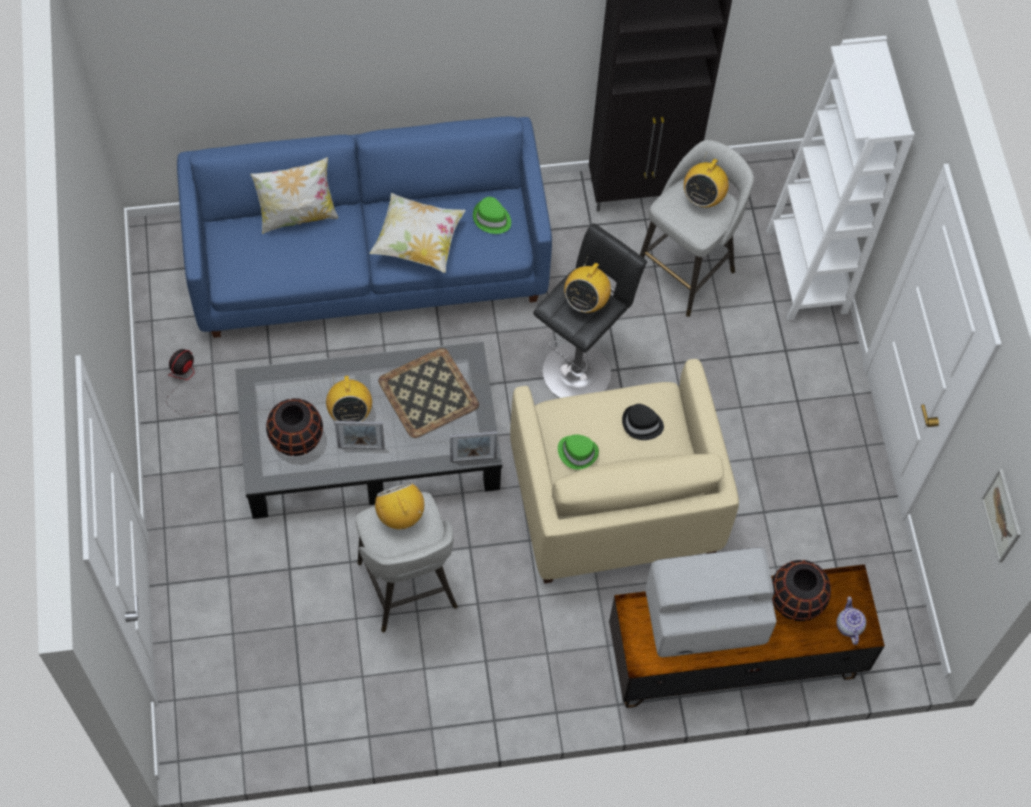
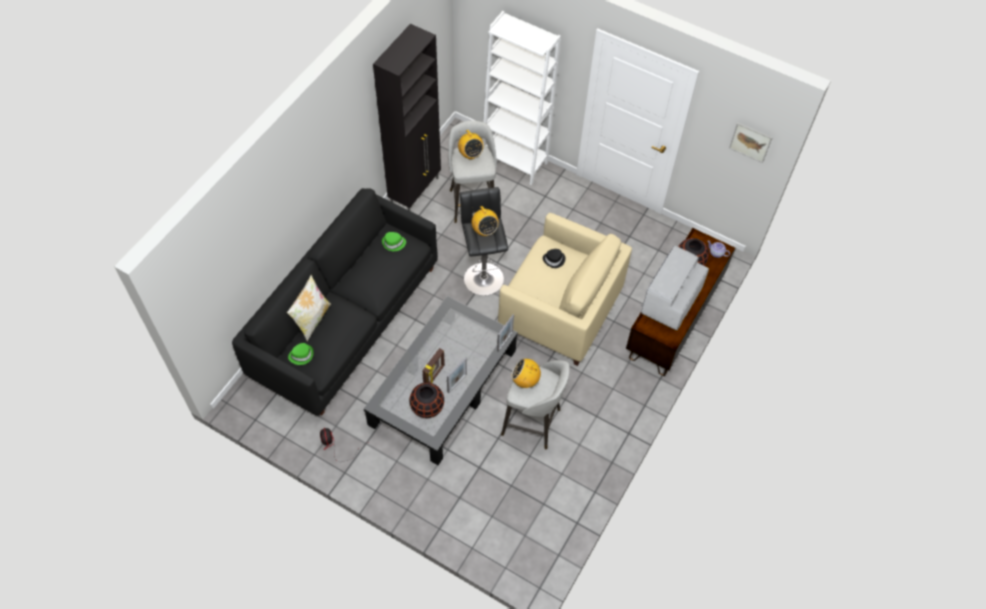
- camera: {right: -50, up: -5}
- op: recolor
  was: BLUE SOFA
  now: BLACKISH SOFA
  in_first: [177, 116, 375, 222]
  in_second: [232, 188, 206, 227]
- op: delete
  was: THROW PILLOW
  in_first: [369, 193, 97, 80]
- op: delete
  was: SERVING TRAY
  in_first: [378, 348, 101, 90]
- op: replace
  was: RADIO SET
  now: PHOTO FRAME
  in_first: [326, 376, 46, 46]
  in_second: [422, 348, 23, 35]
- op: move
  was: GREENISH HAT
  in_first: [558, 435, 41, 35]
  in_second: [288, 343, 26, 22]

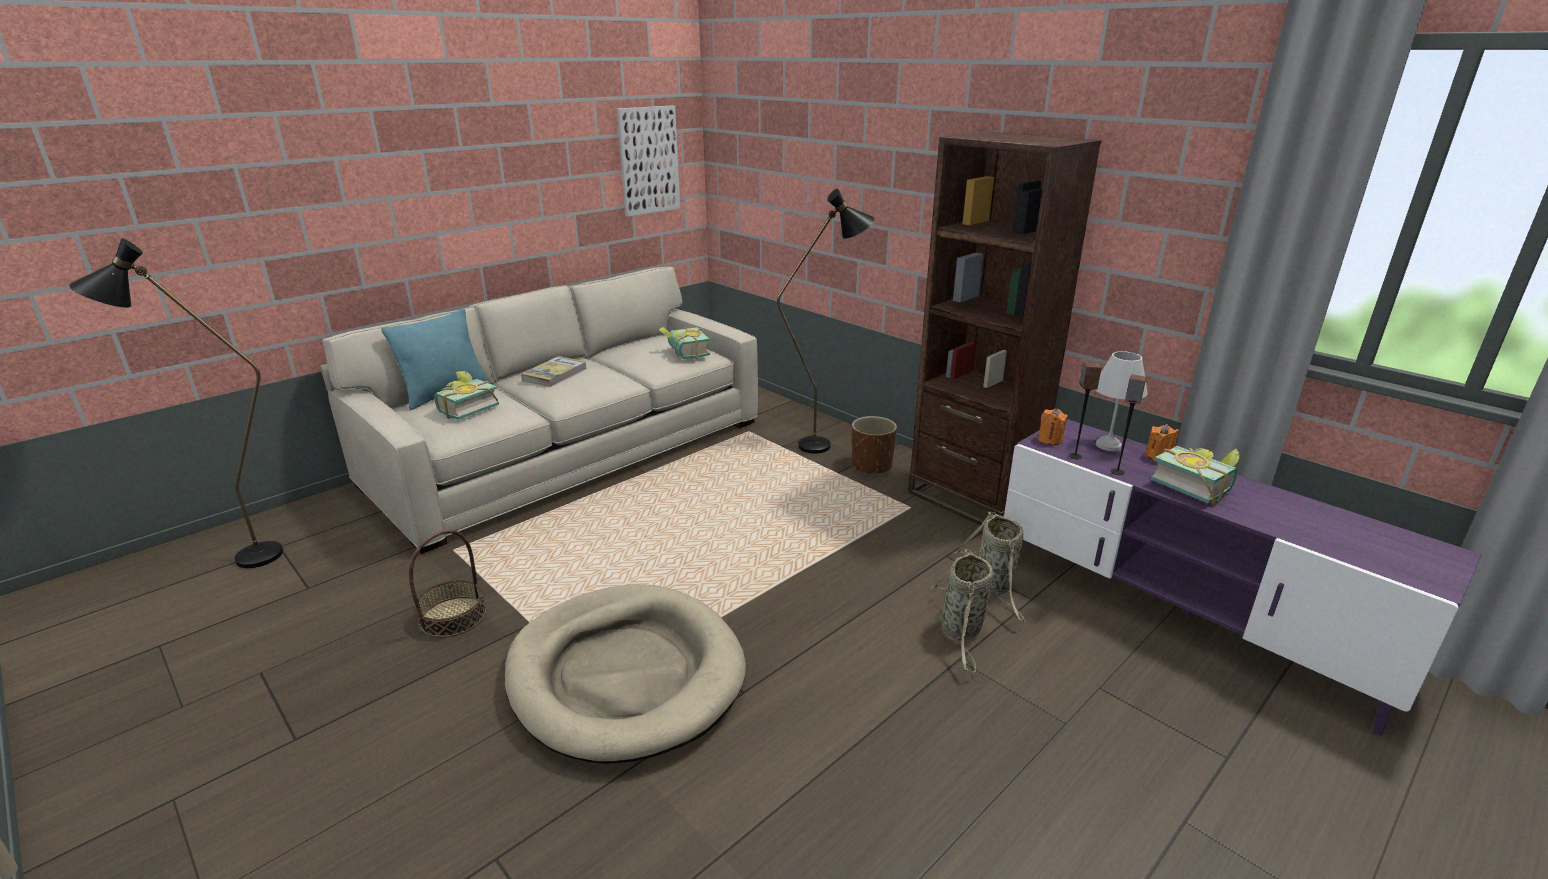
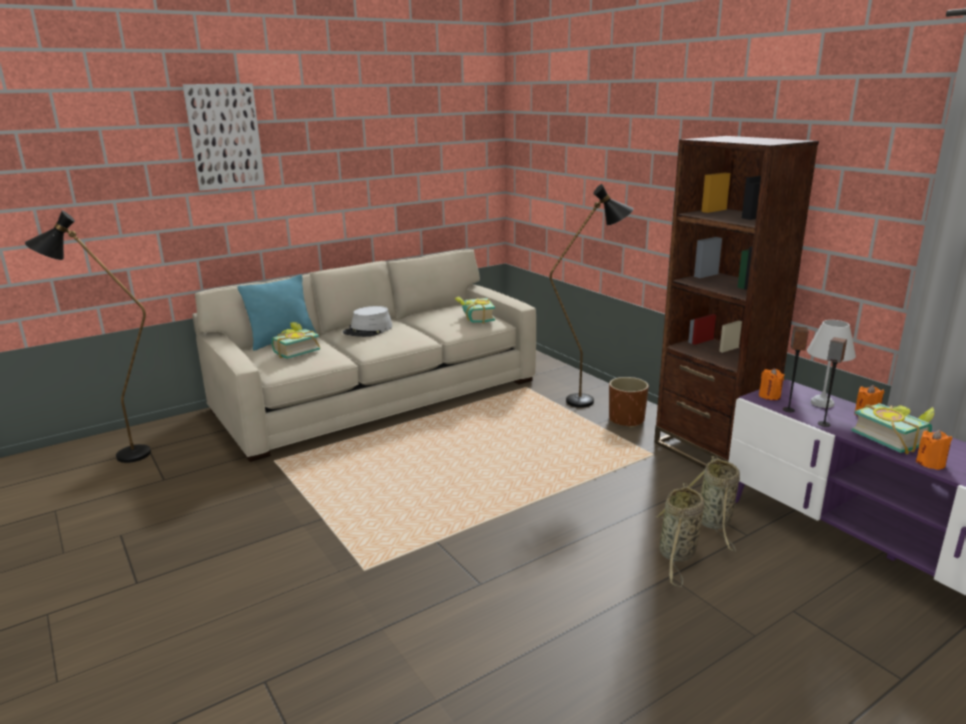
- camera: {right: 10, up: -5}
- op: move
  was: WALL ART
  in_first: [617, 105, 63, 112]
  in_second: [182, 83, 83, 108]
- op: replace
  was: VOLUME
  now: GREYISH HAT
  in_first: [521, 356, 66, 31]
  in_second: [343, 306, 50, 31]
- op: delete
  was: HOUSEHOLD BASKET
  in_first: [409, 530, 77, 108]
- op: delete
  was: SAND-COLOURED DOG BED
  in_first: [505, 584, 241, 180]
- op: insert
  now: ORANGE WAX LIGHT
  in_second: [916, 430, 36, 40]

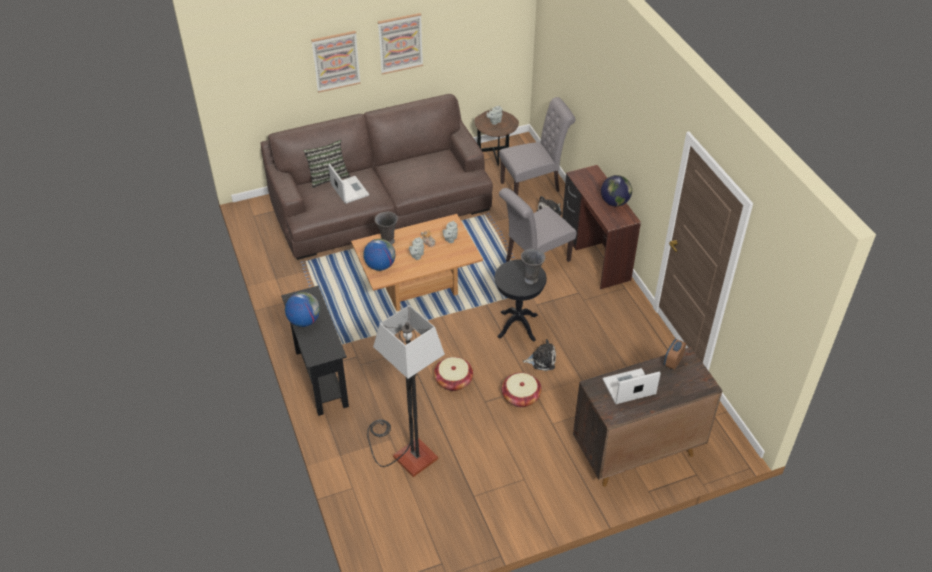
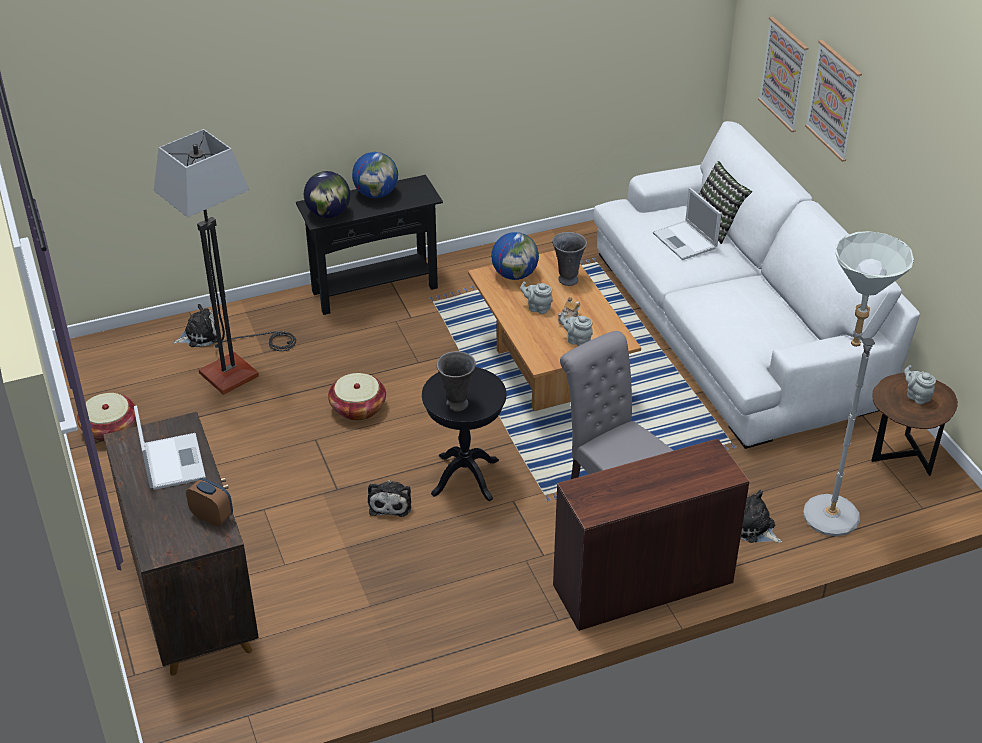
- camera: {right: 90, up: -5}
- op: move
  was: WALL ART
  in_first: [378, 13, 45, 62]
  in_second: [758, 17, 50, 115]
- op: recolor
  was: BROWNISH SOFA
  now: WHITISH SOFA
  in_first: [261, 94, 232, 166]
  in_second: [593, 121, 327, 328]
- op: replace
  was: GREYISH CHAIR
  now: GREYISH STANDING LAMP
  in_first: [499, 97, 77, 98]
  in_second: [803, 231, 111, 305]
- op: rotate
  was: LAPTOP
  in_first: [328, 164, 41, 40]
  in_second: [653, 188, 68, 72]
  clockwise: 90
- op: move
  was: GLOBE
  in_first: [601, 175, 31, 31]
  in_second: [304, 171, 46, 47]
- op: move
  was: HOUSEHOLD BASKET
  in_first: [502, 373, 40, 34]
  in_second: [77, 393, 59, 49]
- op: insert
  now: CUDDLY TOY
  in_second: [173, 304, 44, 43]

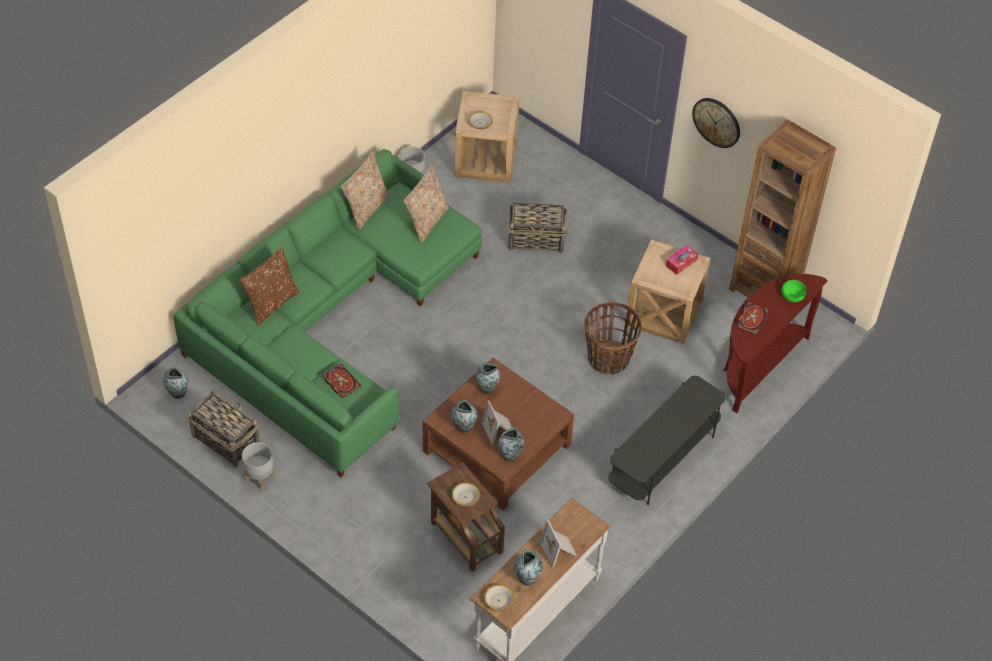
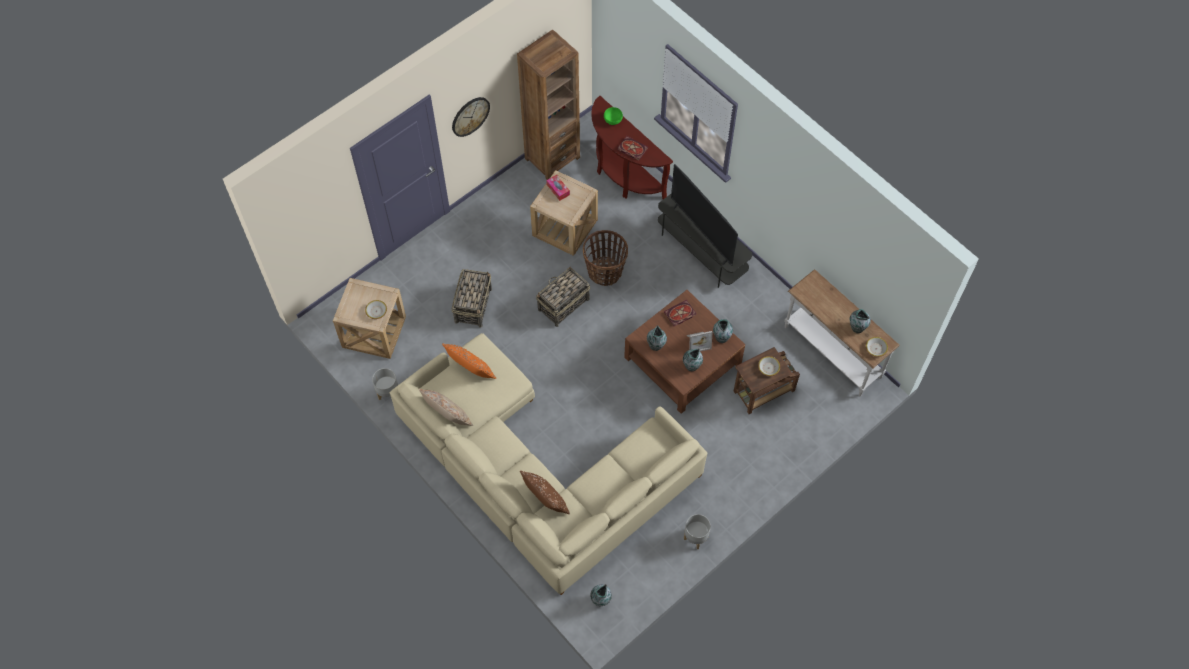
- camera: {right: -80, up: 10}
- op: recolor
  was: GREENISH SOFA
  now: SAND-COLOURED SOFA
  in_first: [173, 149, 309, 328]
  in_second: [390, 333, 317, 262]
- op: recolor
  was: SAND-COLOURED THROW PILLOW
  now: ORANGE THROW PILLOW
  in_first: [403, 164, 46, 80]
  in_second: [442, 343, 54, 36]
- op: move
  was: VOLUME
  in_first: [322, 364, 39, 34]
  in_second: [664, 300, 32, 26]
- op: move
  was: HOUSEHOLD BASKET
  in_first: [187, 390, 72, 77]
  in_second: [536, 267, 54, 60]
- op: delete
  was: PHOTO FRAME
  in_first: [540, 520, 37, 48]
- op: insert
  now: TV
  in_second: [671, 164, 67, 102]

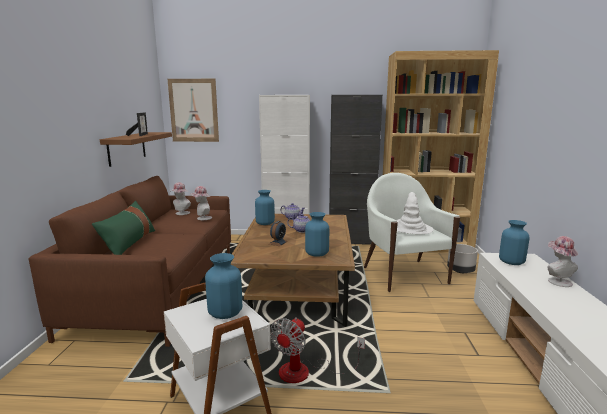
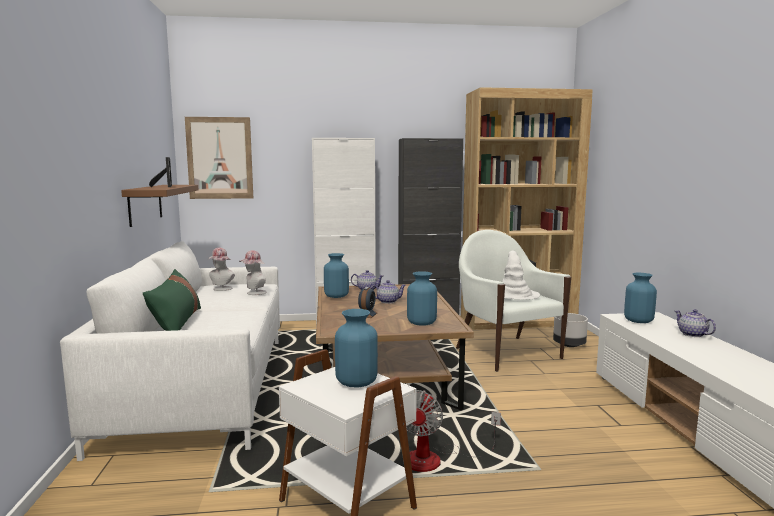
- camera: {right: -10, up: -5}
- op: recolor
  was: BROWNISH SOFA
  now: WHITISH SOFA
  in_first: [28, 176, 203, 171]
  in_second: [60, 241, 220, 220]
- op: replace
  was: HAT
  now: TEAPOT
  in_first: [547, 236, 31, 51]
  in_second: [675, 309, 41, 28]

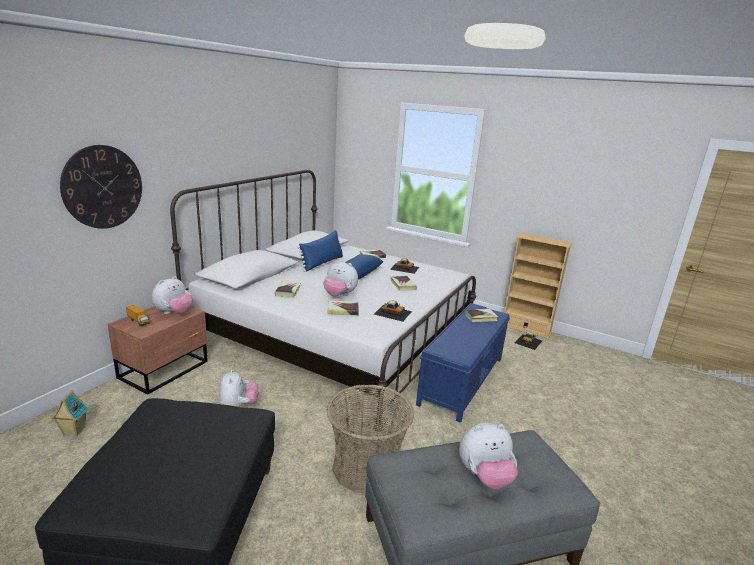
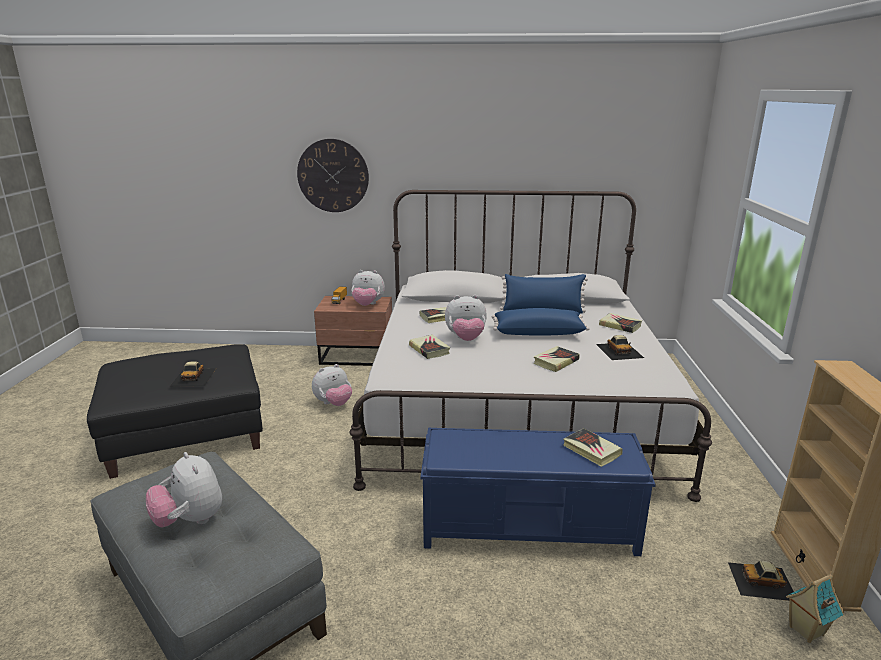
- camera: {right: 65, up: 0}
- op: rotate
  was: CUDDLY TOY
  in_first: [323, 260, 35, 37]
  in_second: [445, 295, 42, 46]
  clockwise: -90
- op: move
  was: MINIATURE CAR
  in_first: [374, 300, 38, 22]
  in_second: [169, 361, 47, 26]
- op: delete
  was: HOUSEHOLD BASKET
  in_first: [327, 384, 87, 109]
- op: move
  was: MODEL HOUSE
  in_first: [51, 390, 38, 46]
  in_second: [786, 574, 58, 69]

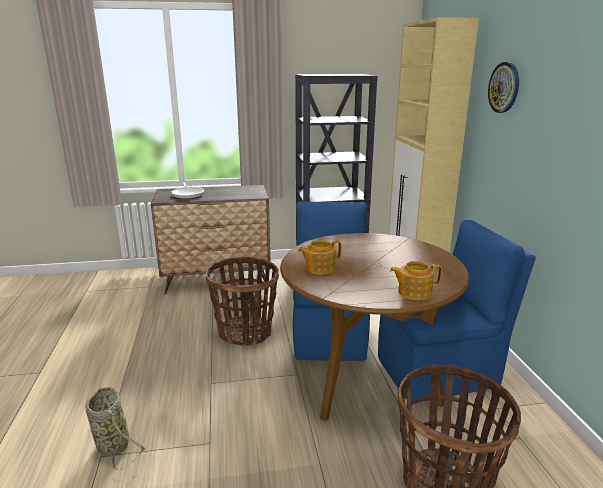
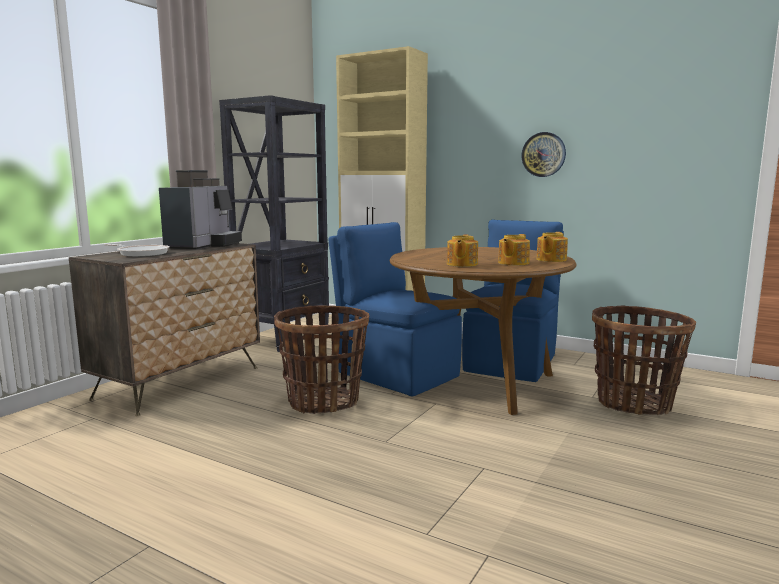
- camera: {right: -50, up: -10}
- op: move
  was: CLOCK ON THE WALL
  in_first: [488, 62, 31, 51]
  in_second: [521, 132, 45, 45]
- op: delete
  was: HOUSEHOLD BASKET
  in_first: [86, 386, 60, 84]
- op: insert
  now: COFFEE BREWER
  in_second: [159, 170, 83, 80]
- op: insert
  now: TEAPOT
  in_second: [498, 234, 32, 31]

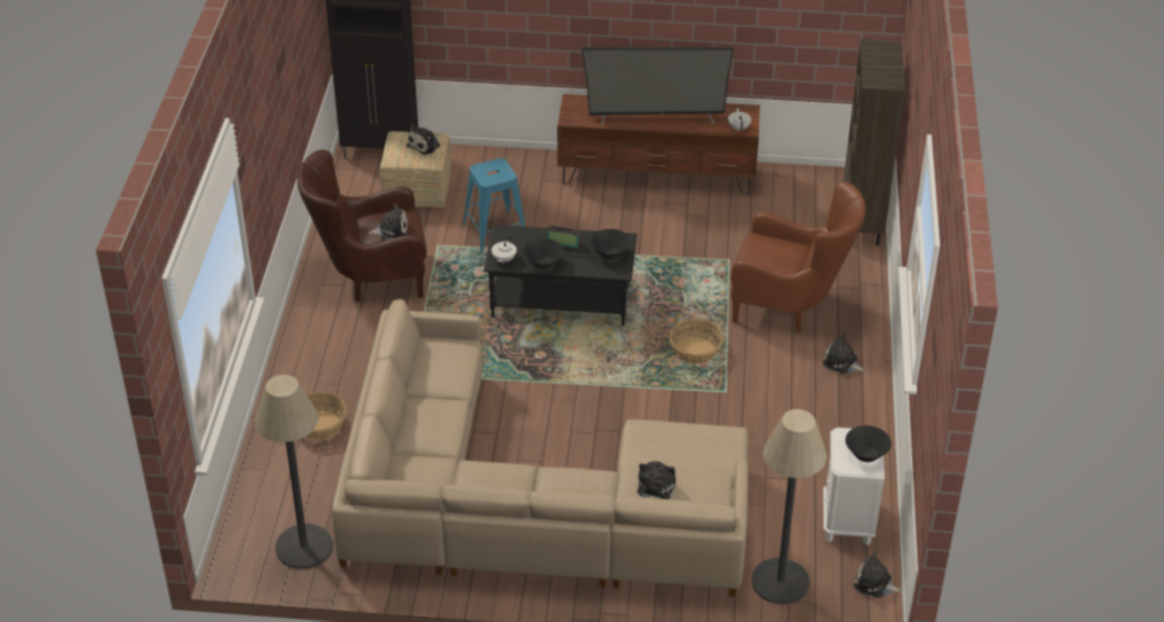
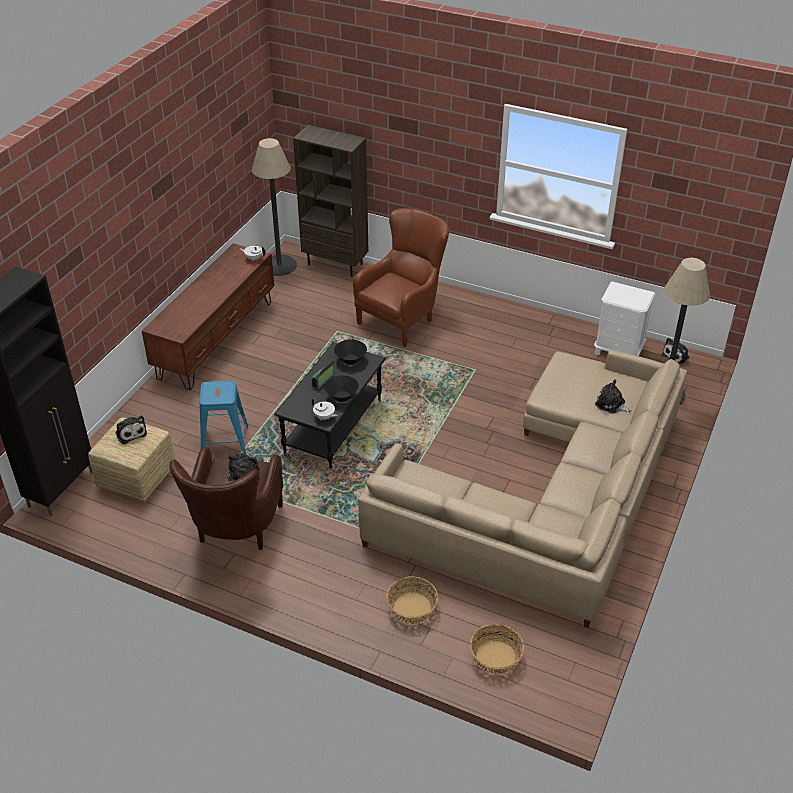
- camera: {right: -70, up: 0}
- op: delete
  was: TV
  in_first: [582, 47, 151, 79]
- op: move
  was: HOUSEHOLD BASKET
  in_first: [669, 319, 54, 45]
  in_second: [470, 624, 54, 50]
- op: delete
  was: CUDDLY TOY
  in_first: [822, 333, 43, 41]
- op: move
  was: STANDING LAMP
  in_first: [255, 375, 78, 194]
  in_second: [252, 138, 45, 138]
- op: delete
  was: BLACKISH DEEP DISH
  in_first: [845, 425, 46, 37]

